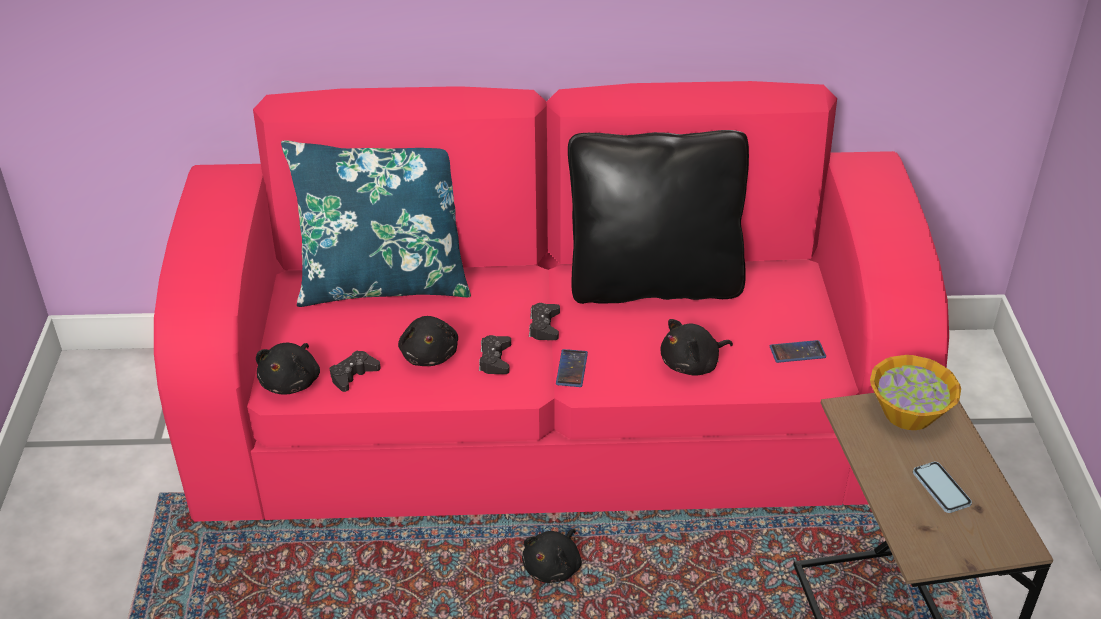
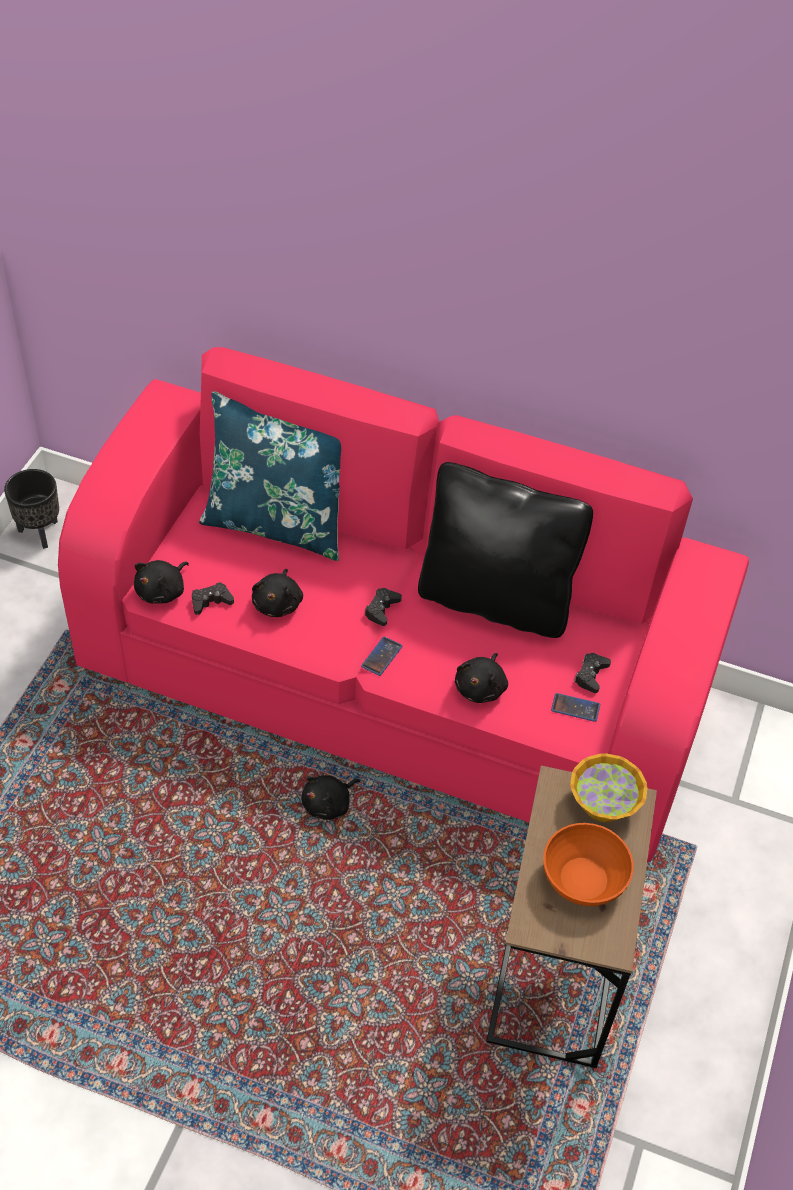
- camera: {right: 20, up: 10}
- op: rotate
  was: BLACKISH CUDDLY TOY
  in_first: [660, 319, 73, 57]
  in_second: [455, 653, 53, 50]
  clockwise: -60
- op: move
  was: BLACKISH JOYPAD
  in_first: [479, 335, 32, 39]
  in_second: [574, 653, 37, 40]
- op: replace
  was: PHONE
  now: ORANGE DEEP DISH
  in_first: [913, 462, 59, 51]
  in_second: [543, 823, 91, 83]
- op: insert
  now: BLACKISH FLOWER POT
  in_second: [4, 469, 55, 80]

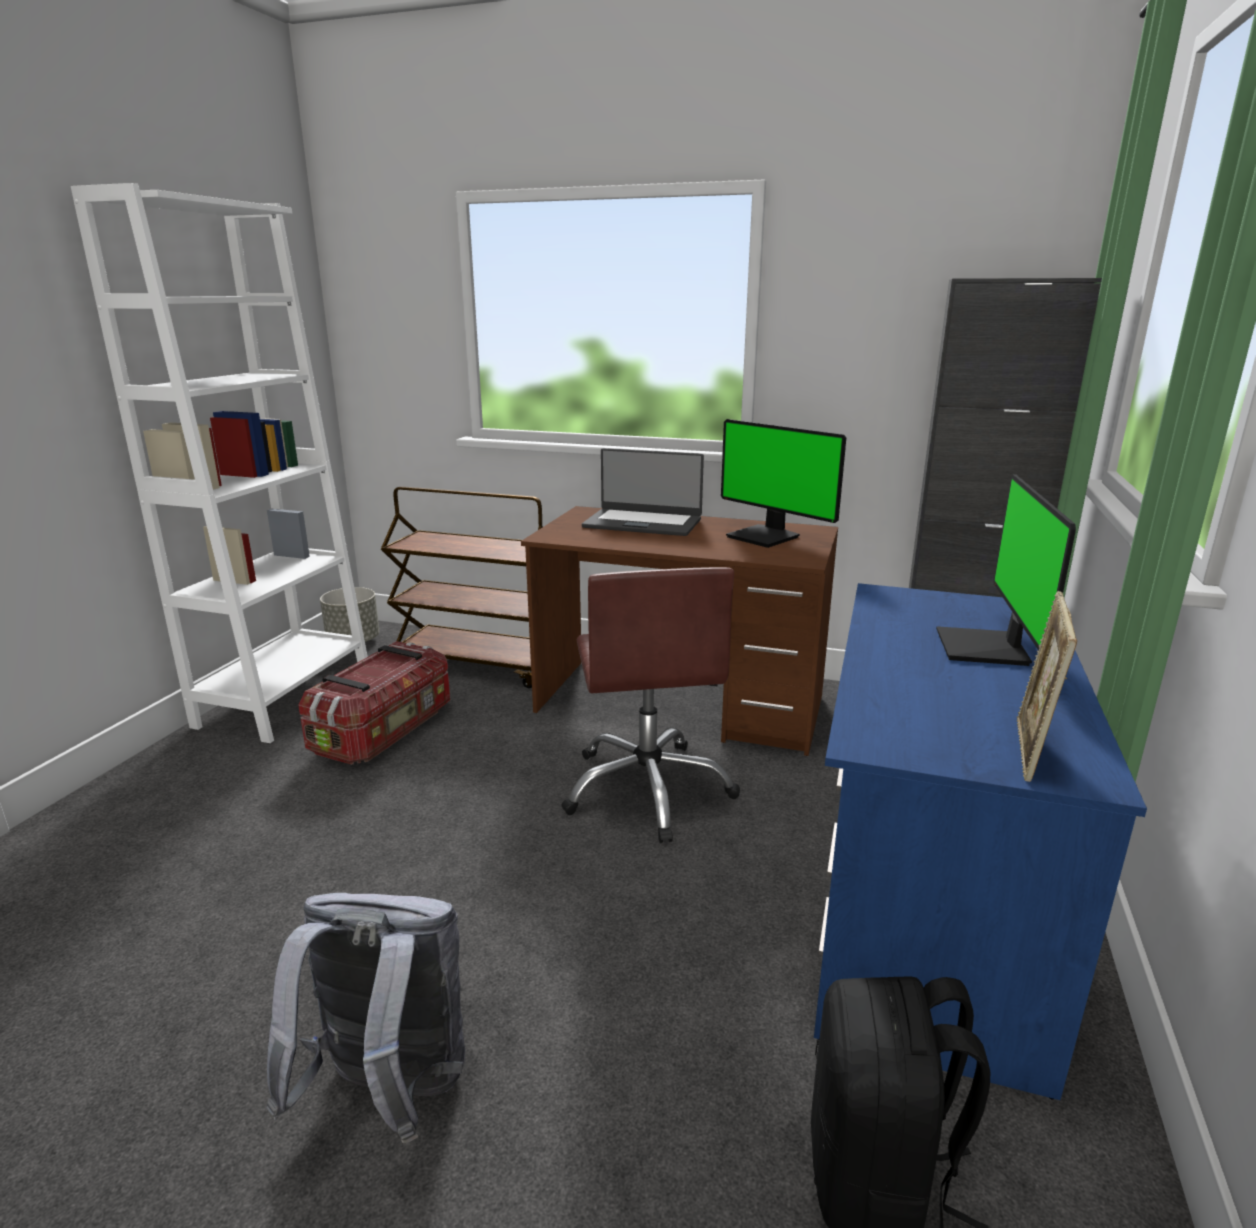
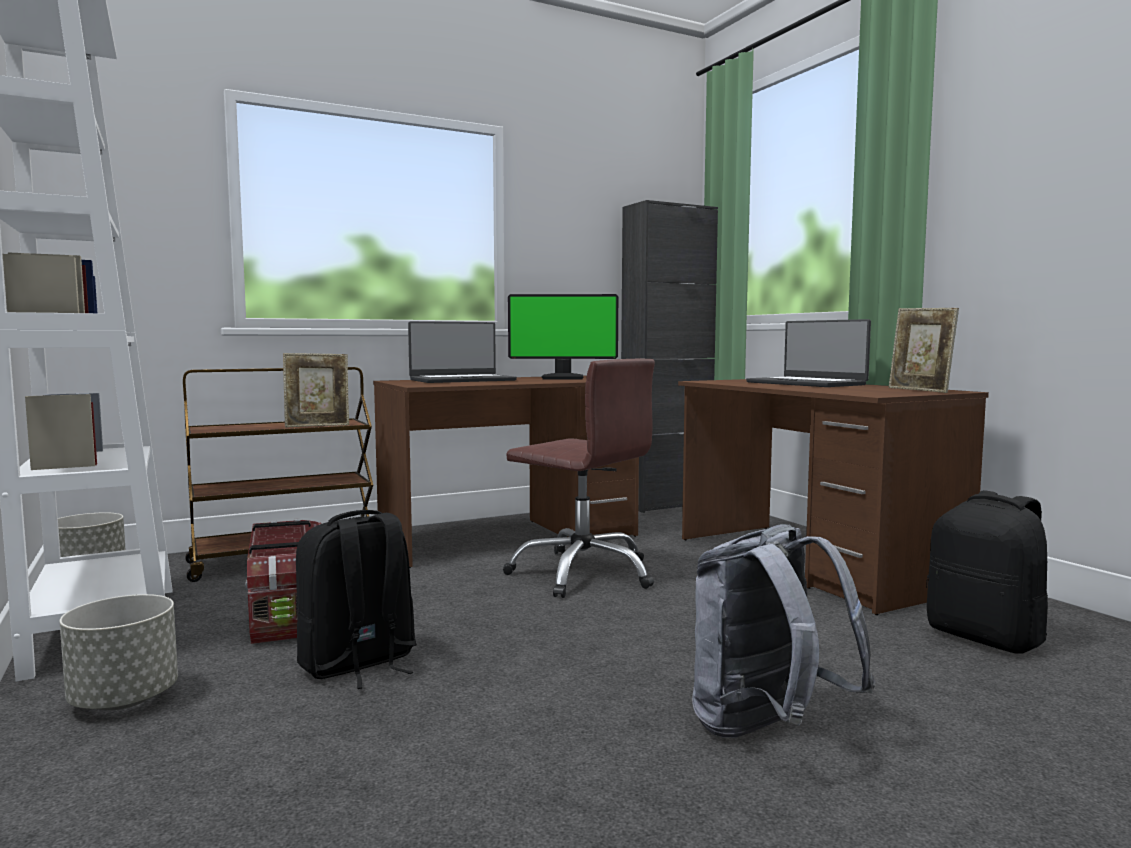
- camera: {right: -45, up: -15}
- op: replace
  was: COMPUTER SCREEN
  now: LAPTOP
  in_first: [936, 474, 140, 192]
  in_second: [746, 319, 125, 68]
- op: recolor
  was: BLUE DESK TABLE
  now: BROWNISH DESK TABLE
  in_first: [814, 583, 333, 517]
  in_second: [678, 379, 311, 236]
- op: insert
  now: PHOTO FRAME
  in_second: [283, 353, 66, 75]
- op: insert
  now: BLACKISH KNAPSACK
  in_second: [296, 510, 121, 179]
- op: insert
  now: GREYISH FLOWER POT
  in_second: [60, 594, 118, 116]

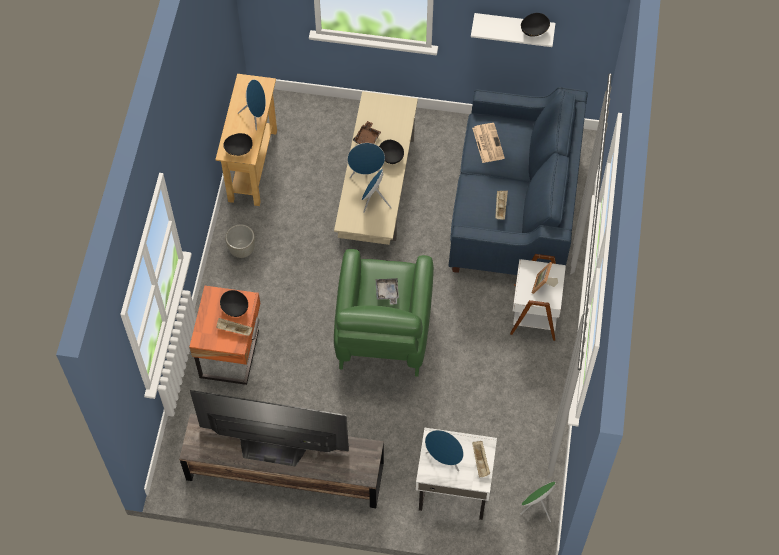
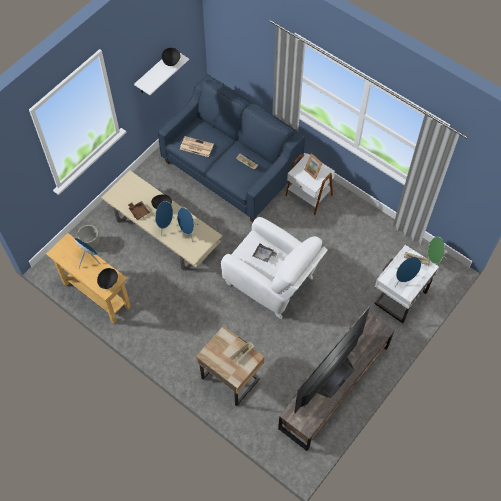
- camera: {right: -60, up: 0}
- op: move
  was: GREYISH FLOWER POT
  in_first: [225, 224, 30, 34]
  in_second: [77, 225, 22, 23]
- op: recolor
  was: GREENISH LOUNGE CHAIR
  now: WHITISH LOUNGE CHAIR
  in_first: [334, 249, 100, 128]
  in_second: [221, 217, 107, 102]
- op: recolor
  was: ORANGE NIGHTSTAND
  now: SAND-COLOURED NIGHTSTAND
  in_first: [189, 285, 71, 100]
  in_second: [196, 326, 68, 80]
- op: delete
  was: BLACKISH DEEP DISH
  in_first: [220, 290, 28, 27]

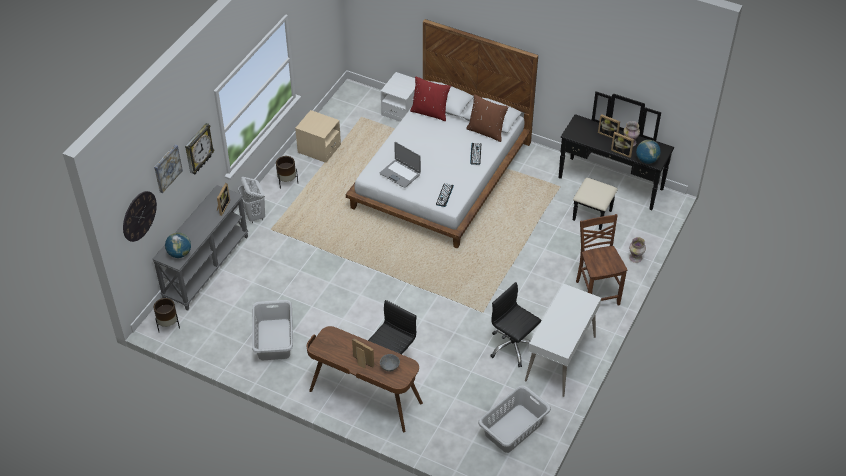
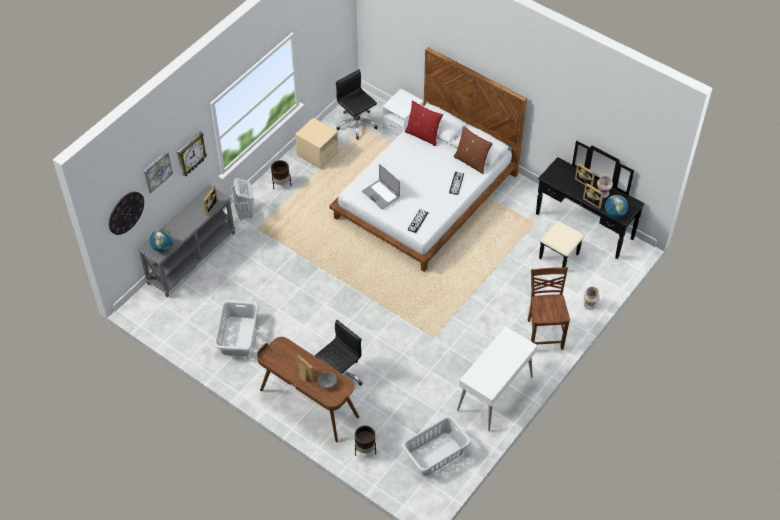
- camera: {right: 10, up: 5}
- op: move
  was: BLACKISH DESK CHAIR
  in_first: [490, 282, 51, 85]
  in_second: [336, 69, 42, 71]
- op: move
  was: BROWNISH FLOWER POT
  in_first: [153, 298, 27, 34]
  in_second: [355, 426, 21, 30]

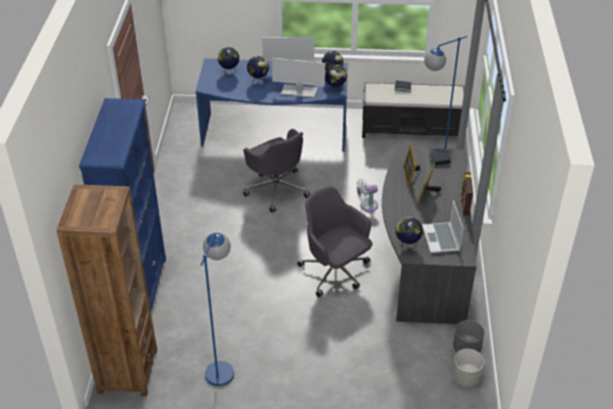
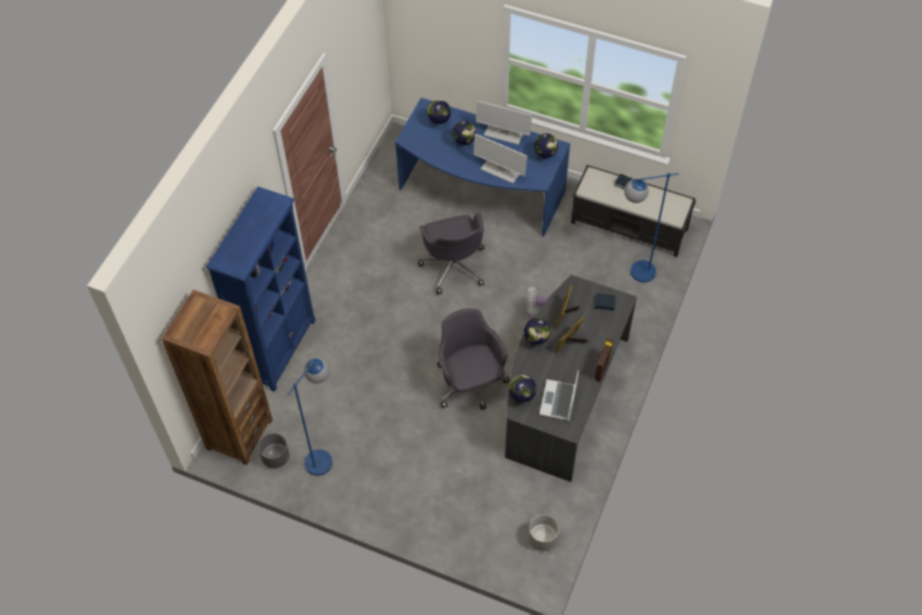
- camera: {right: 20, up: 15}
- op: move
  was: GLOBE
  in_first: [325, 64, 22, 30]
  in_second: [524, 318, 27, 29]
- op: move
  was: GREYISH FLOWER POT
  in_first: [453, 320, 32, 33]
  in_second: [258, 433, 31, 35]

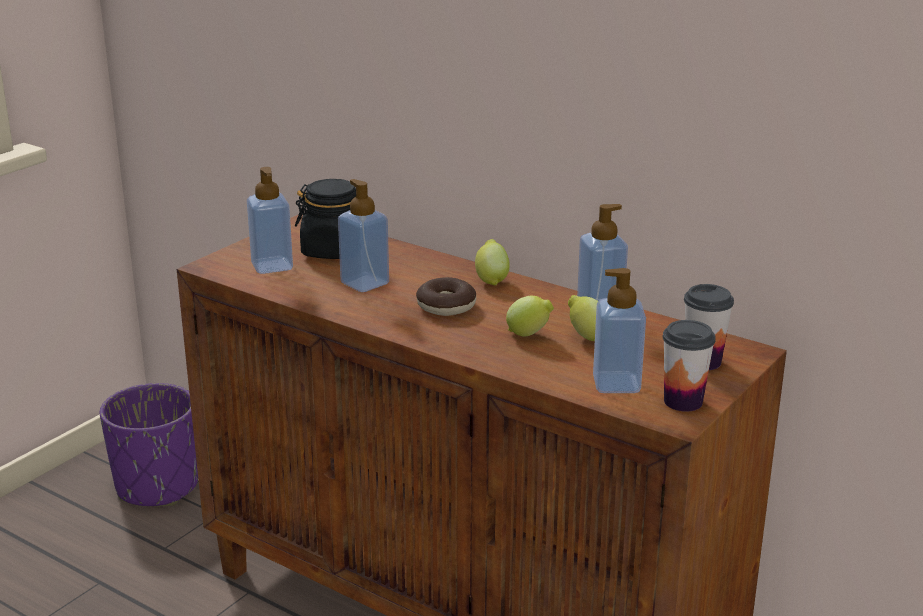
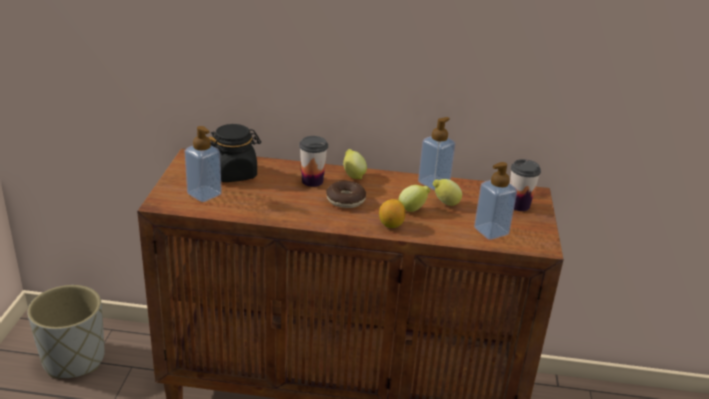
- camera: {right: -30, up: 5}
- op: delete
  was: SOAP DISPENSER
  in_first: [338, 179, 51, 113]
- op: move
  was: DRINKING CUP
  in_first: [663, 320, 53, 92]
  in_second: [299, 136, 29, 51]
- op: recolor
  was: PURPLE FLOWER POT
  now: GREYISH FLOWER POT
  in_first: [100, 383, 98, 123]
  in_second: [27, 285, 78, 93]
- op: insert
  now: LEMON
  in_second: [379, 199, 26, 29]

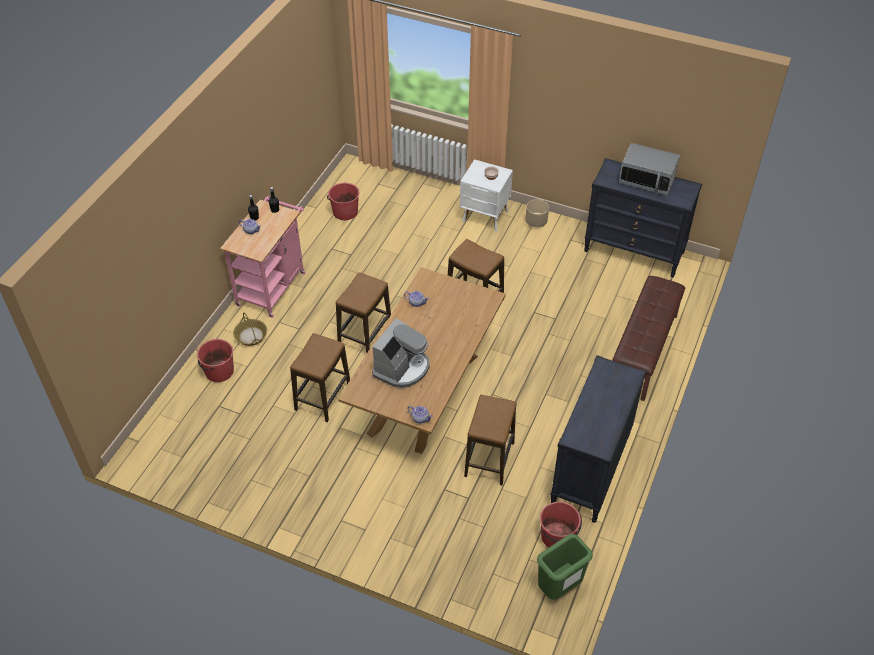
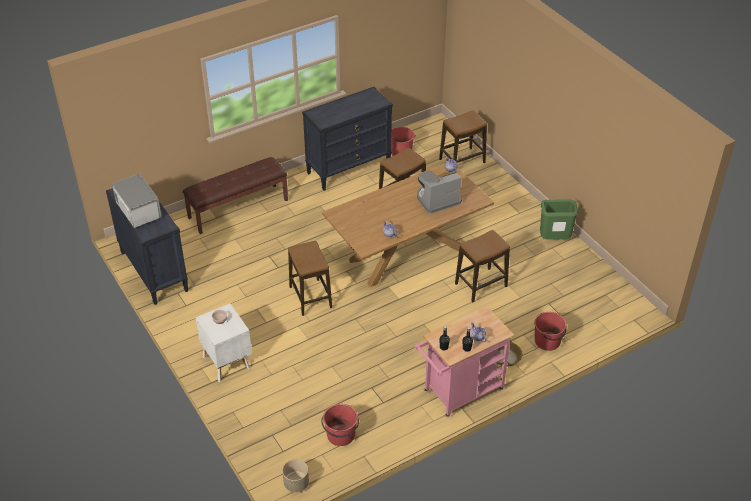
- camera: {right: -145, up: -5}
- op: move
  was: SAND-COLOURED FLOWER POT
  in_first: [525, 199, 24, 29]
  in_second: [282, 459, 27, 33]
- op: move
  was: SITTING STOOL
  in_first: [336, 272, 55, 82]
  in_second: [439, 110, 48, 53]
- op: move
  was: GREENISH TRASH CAN
  in_first: [537, 534, 56, 66]
  in_second: [540, 200, 38, 39]

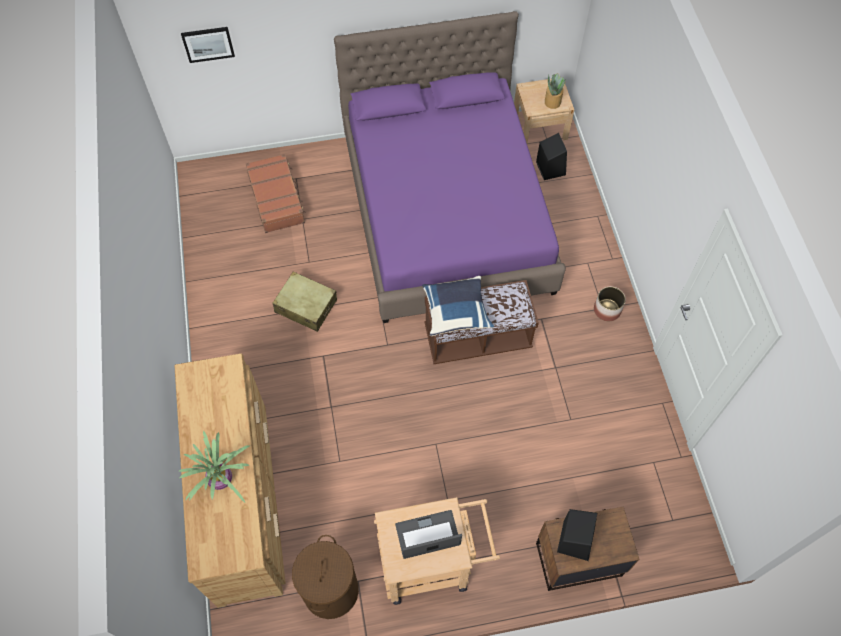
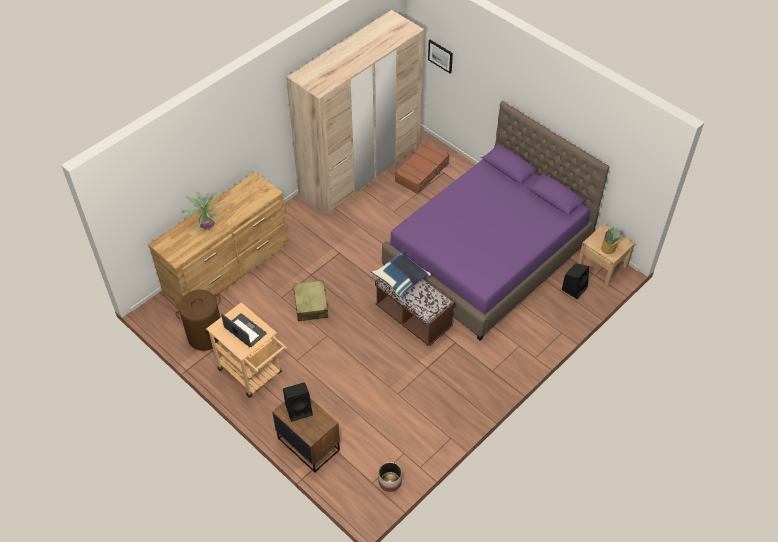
- camera: {right: 55, up: -10}
- op: move
  was: SAND-COLOURED SUITCASE
  in_first: [272, 271, 65, 61]
  in_second: [293, 280, 35, 41]
- op: move
  was: FLOWER POT
  in_first: [594, 287, 32, 34]
  in_second: [379, 462, 23, 30]
- op: insert
  now: SAND-COLOURED CLOTHES CUPBOARD
  in_second: [286, 10, 138, 207]

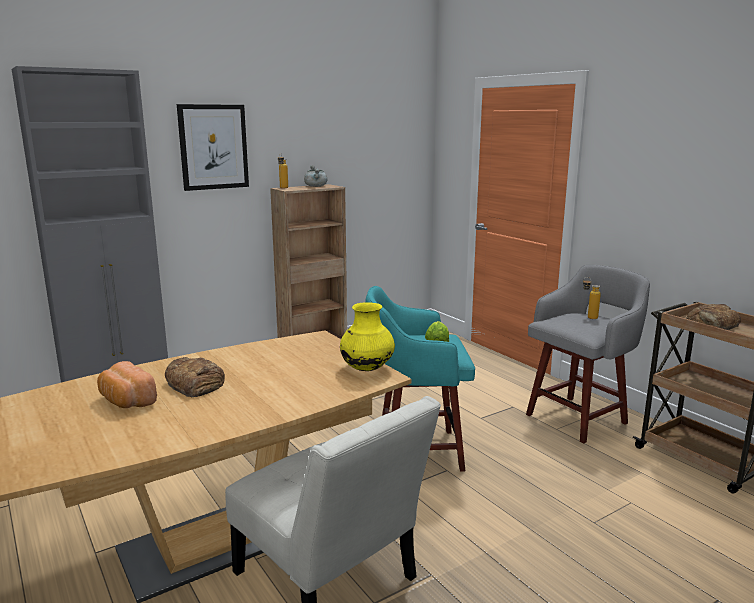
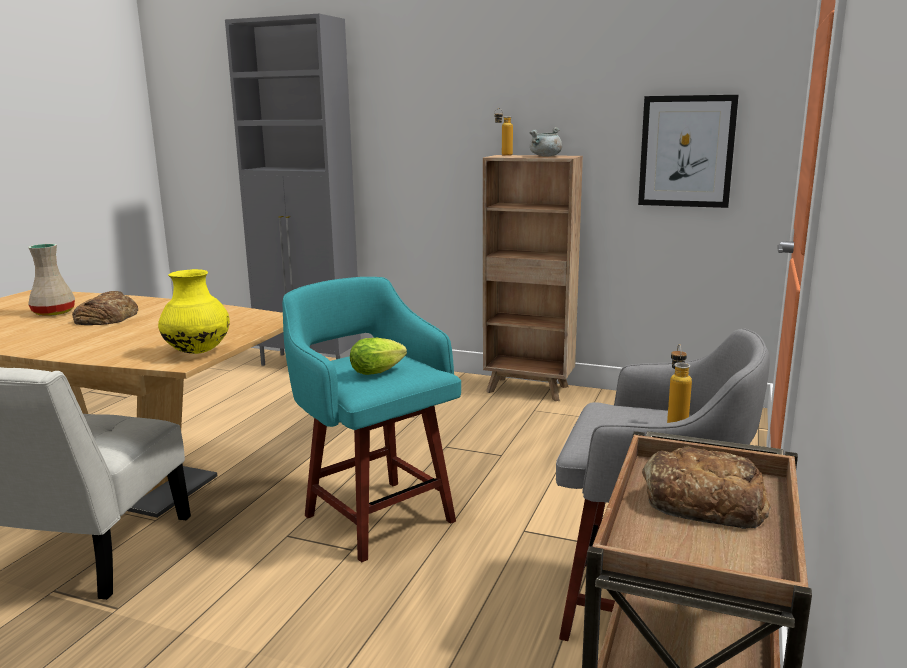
- camera: {right: 55, up: 0}
- op: move
  was: WALL ART
  in_first: [177, 104, 72, 87]
  in_second: [638, 95, 101, 113]
- op: replace
  was: BAKED BREAD
  now: SAND-COLOURED VASE
  in_first: [97, 361, 60, 47]
  in_second: [28, 244, 47, 72]

